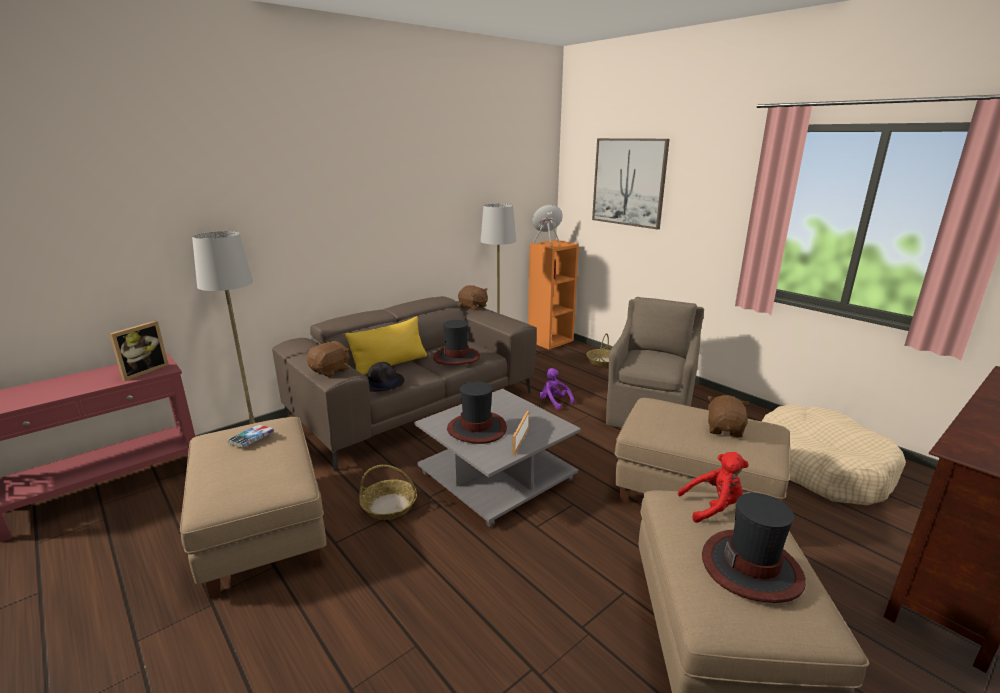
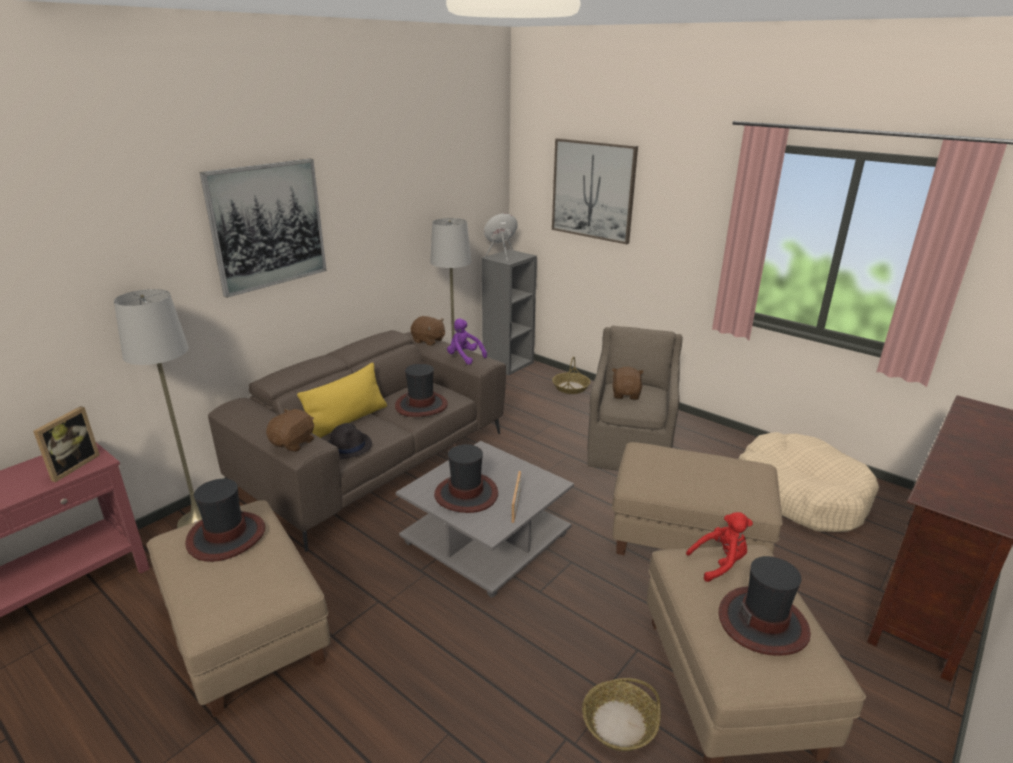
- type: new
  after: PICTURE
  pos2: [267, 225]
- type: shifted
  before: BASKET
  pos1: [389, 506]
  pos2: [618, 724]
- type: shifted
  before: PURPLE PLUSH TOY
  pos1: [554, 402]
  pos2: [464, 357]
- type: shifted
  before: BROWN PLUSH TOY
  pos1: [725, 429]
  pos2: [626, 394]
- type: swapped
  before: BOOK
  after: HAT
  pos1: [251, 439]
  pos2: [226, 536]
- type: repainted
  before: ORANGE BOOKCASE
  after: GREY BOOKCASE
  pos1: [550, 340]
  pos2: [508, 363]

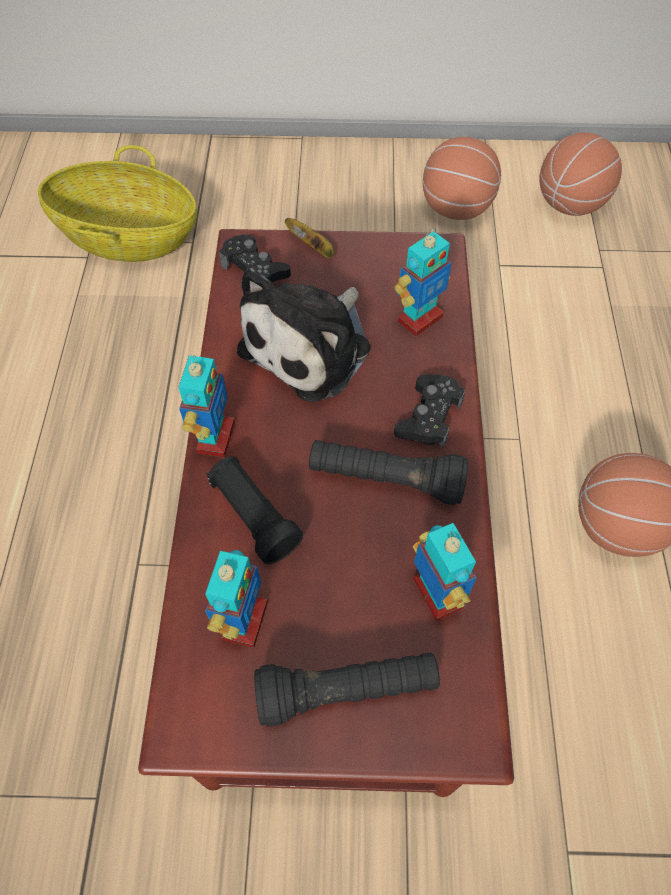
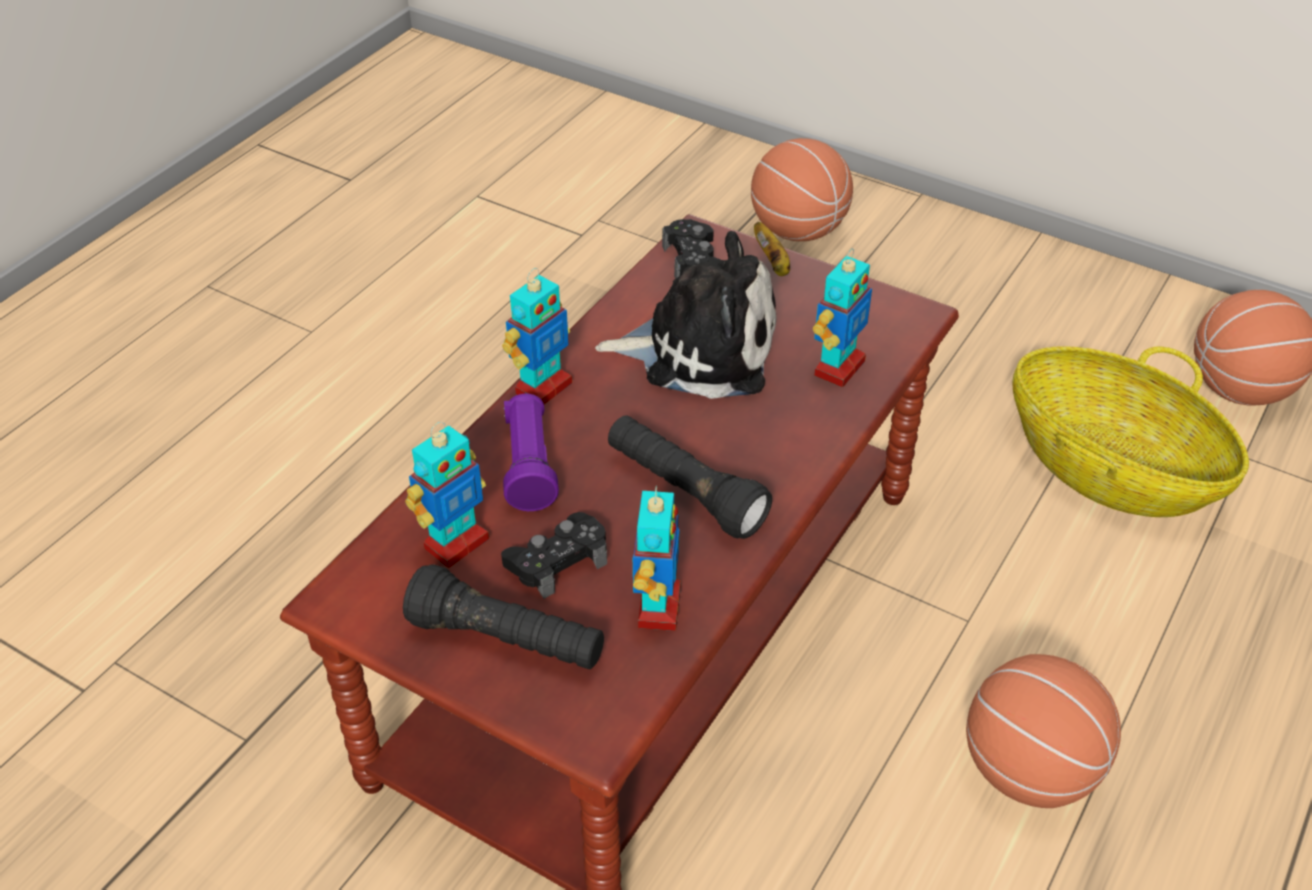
- type: shifted
  before: BASKET
  pos1: [128, 237]
  pos2: [1110, 469]
- type: shifted
  before: BLACK GAME CONTROLLER
  pos1: [429, 416]
  pos2: [557, 561]
- type: shifted
  before: BASKETBALL
  pos1: [455, 208]
  pos2: [797, 230]
- type: repainted
  before: BLACK FLASHLIGHT
  after: PURPLE FLASHLIGHT
  pos1: [254, 516]
  pos2: [529, 466]
- type: rotated
  before: PLUSH TOY
  pos1: [311, 346]
  pos2: [700, 349]
  turn: -150
- type: rotated
  before: TOY ROBOT
  pos1: [419, 318]
  pos2: [838, 368]
  turn: -45

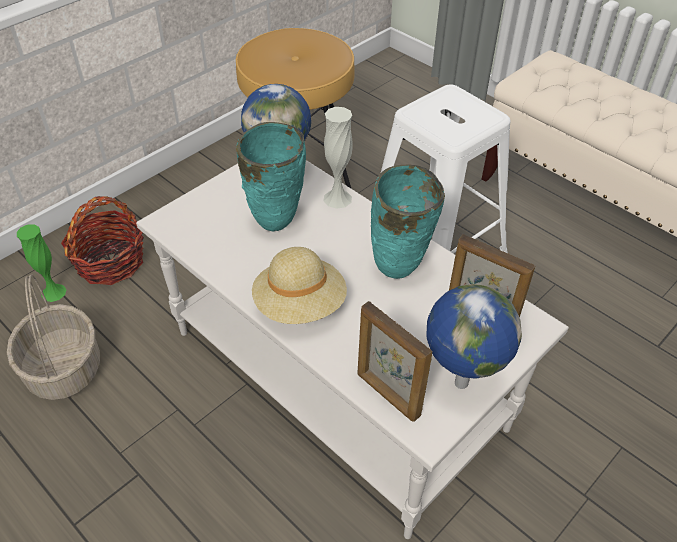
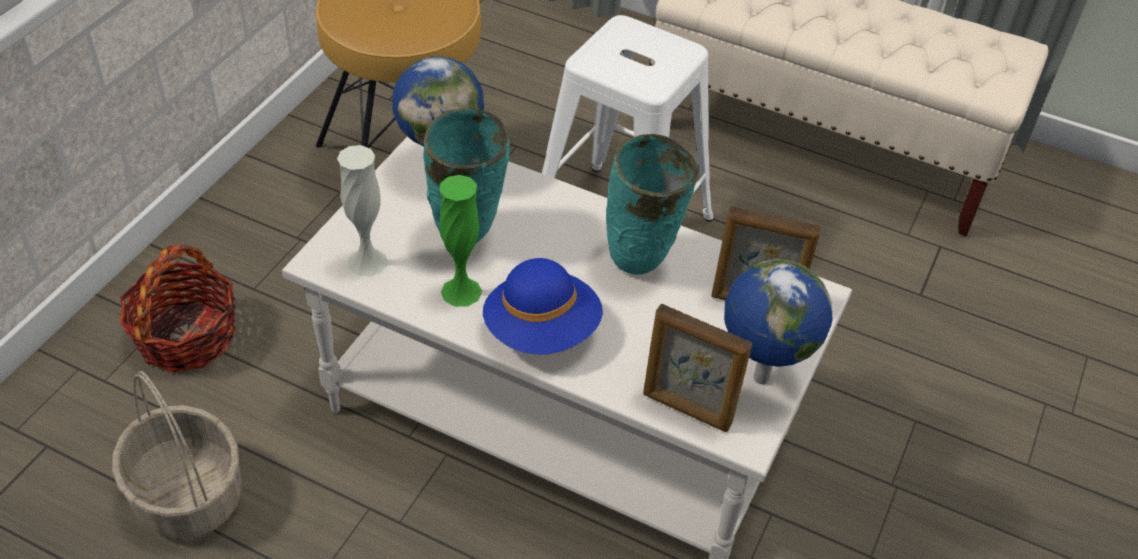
- type: shifted
  before: GREEN VASE
  pos1: [53, 292]
  pos2: [461, 291]
- type: shifted
  before: WHITE VASE
  pos1: [337, 198]
  pos2: [367, 262]
- type: repainted
  before: BEIGE HAT
  after: BLUE HAT
  pos1: [300, 305]
  pos2: [542, 330]

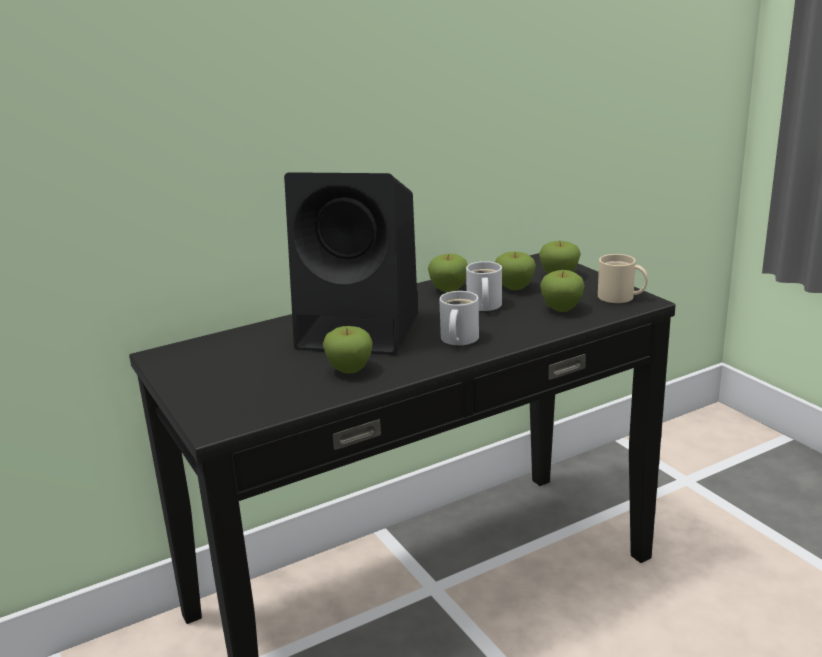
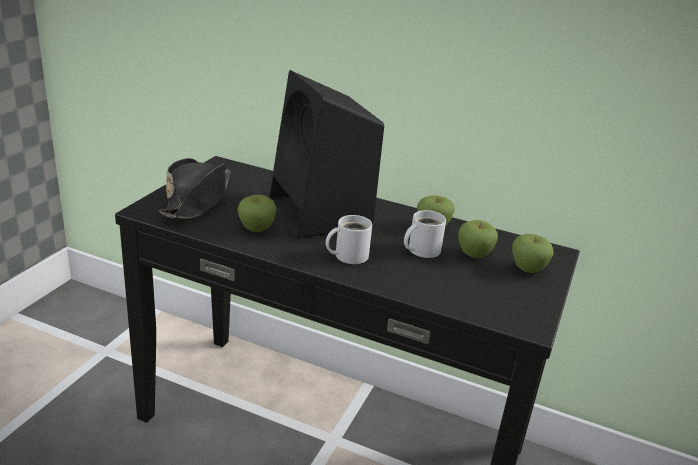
- type: gone
  before: APPLE
  pos1: [561, 309]
- type: gone
  before: BEIGE MUG
  pos1: [619, 297]
- type: new
  after: BLACK HAT
  pos2: [198, 199]

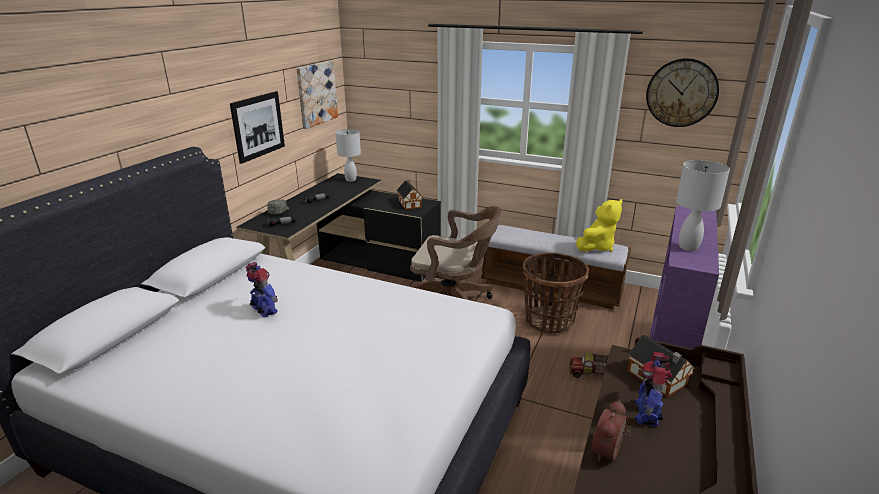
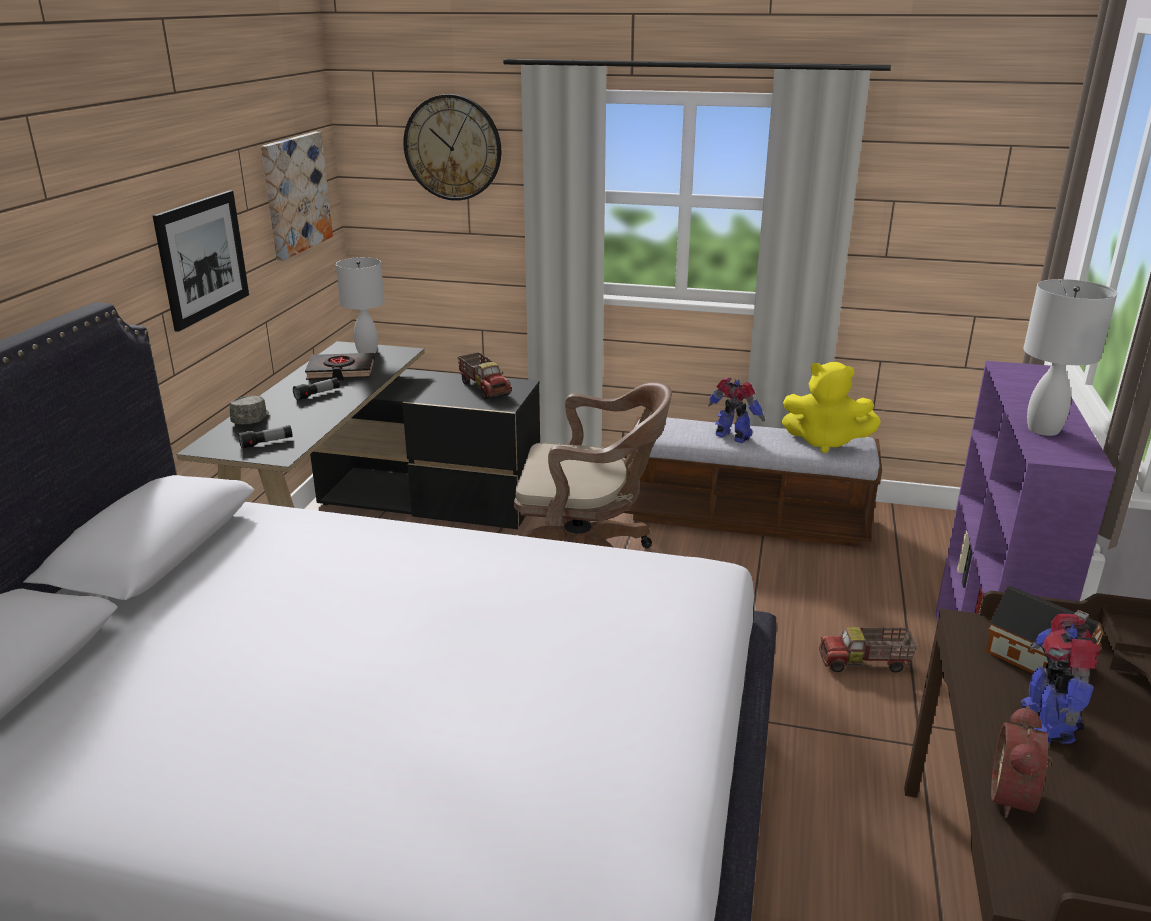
- type: gone
  before: BASKET
  pos1: [549, 321]
- type: new
  after: BLACK BOOK
  pos2: [341, 371]
- type: shifted
  before: TOY ROBOT
  pos1: [264, 311]
  pos2: [732, 437]
- type: shifted
  before: WALL CLOCK
  pos1: [681, 93]
  pos2: [453, 147]
- type: swapped
  before: TOY HOUSE
  after: TOY TRUCK
  pos1: [409, 203]
  pos2: [485, 388]
- type: rotated
  before: YELLOW PLUSH TOY
  pos1: [596, 247]
  pos2: [825, 442]
  turn: 75

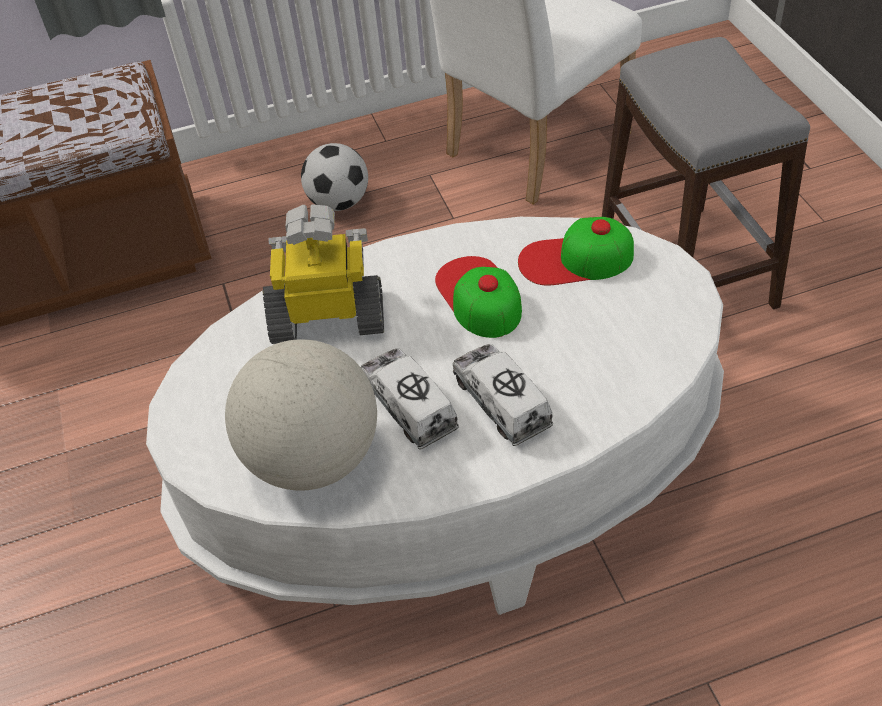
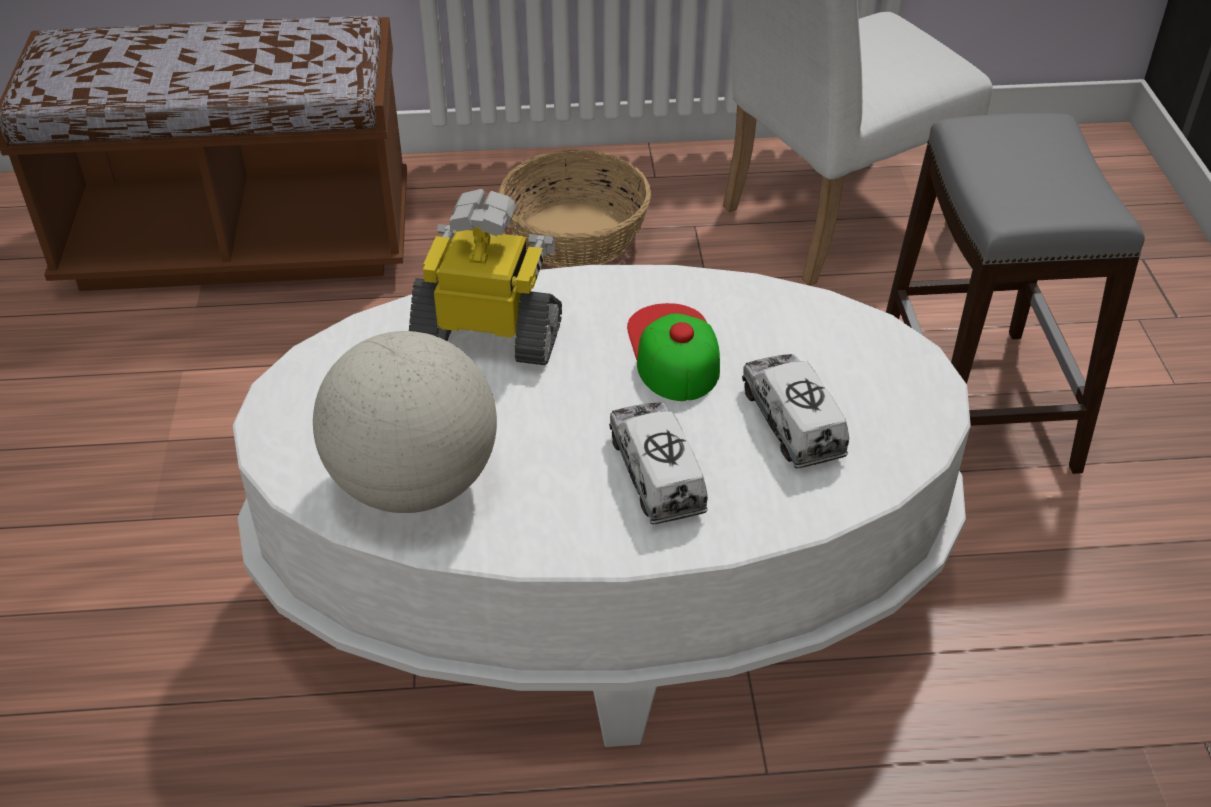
- type: gone
  before: CAP
  pos1: [575, 259]
- type: shifted
  before: TOY TRUCK
  pos1: [409, 407]
  pos2: [792, 422]
- type: swapped
  before: FOOTBALL
  after: BASKET
  pos1: [339, 202]
  pos2: [576, 235]

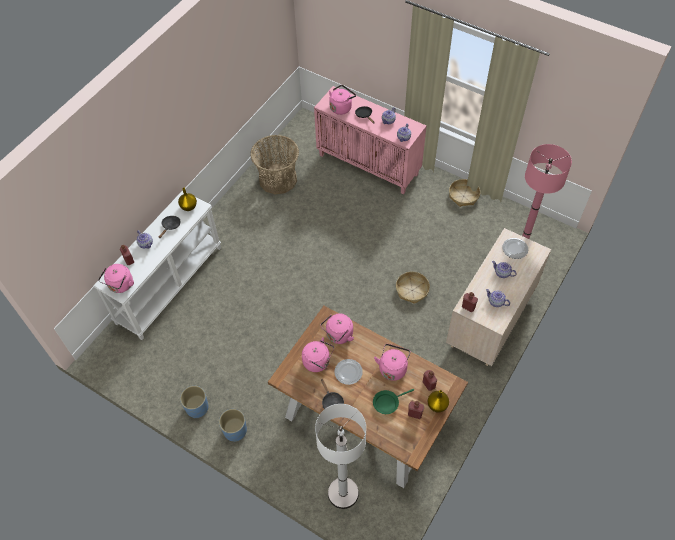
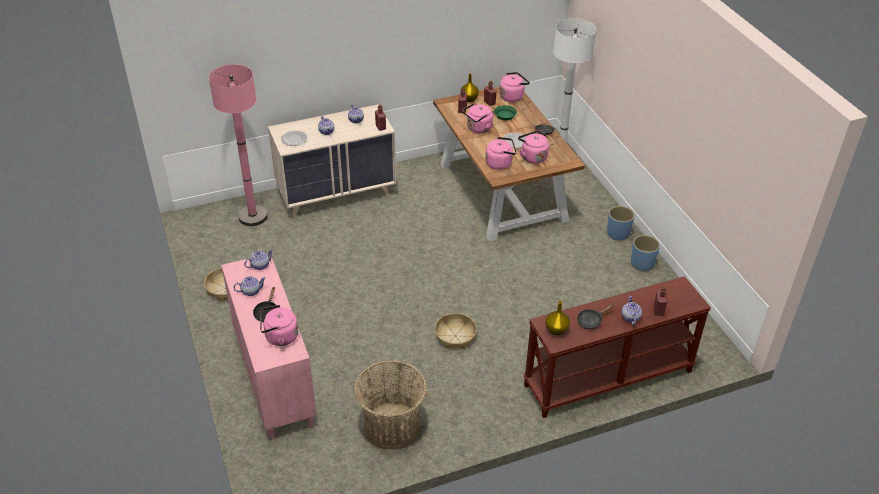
- type: shifted
  before: PINK KETTLE
  pos1: [120, 286]
  pos2: [512, 96]
- type: shifted
  before: BASKET
  pos1: [412, 290]
  pos2: [455, 336]
- type: repainted
  before: WHITE CONSOLE TABLE
  after: BROWN CONSOLE TABLE
  pos1: [169, 284]
  pos2: [608, 379]

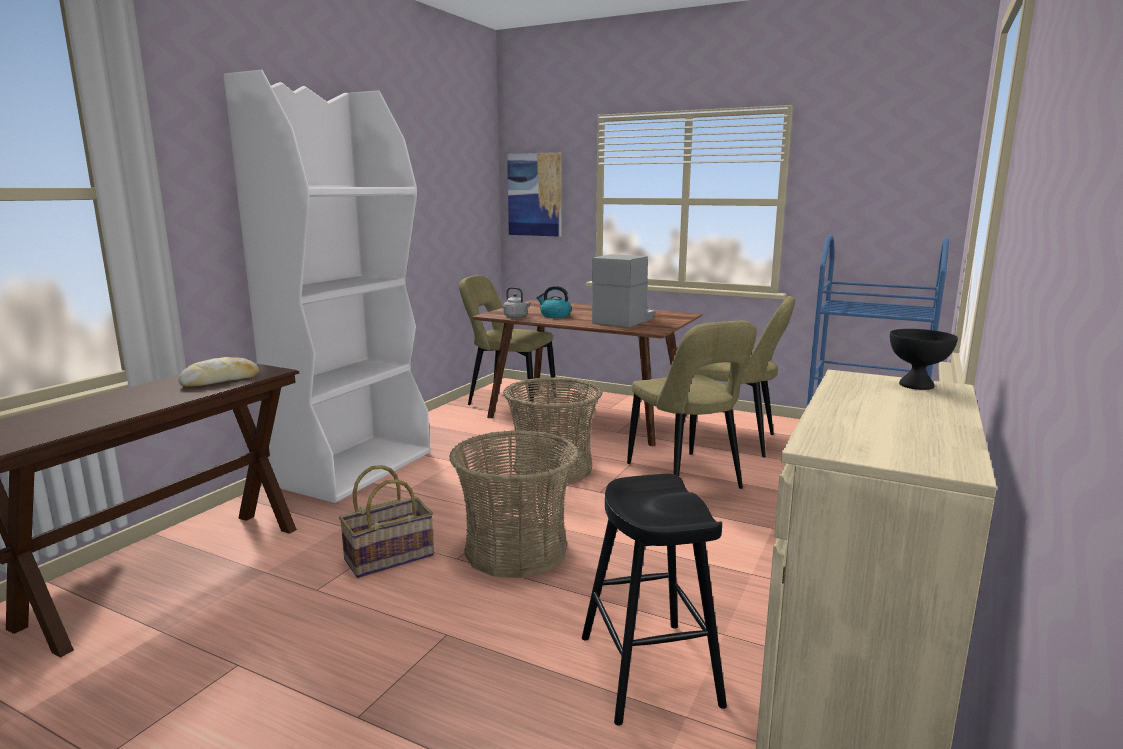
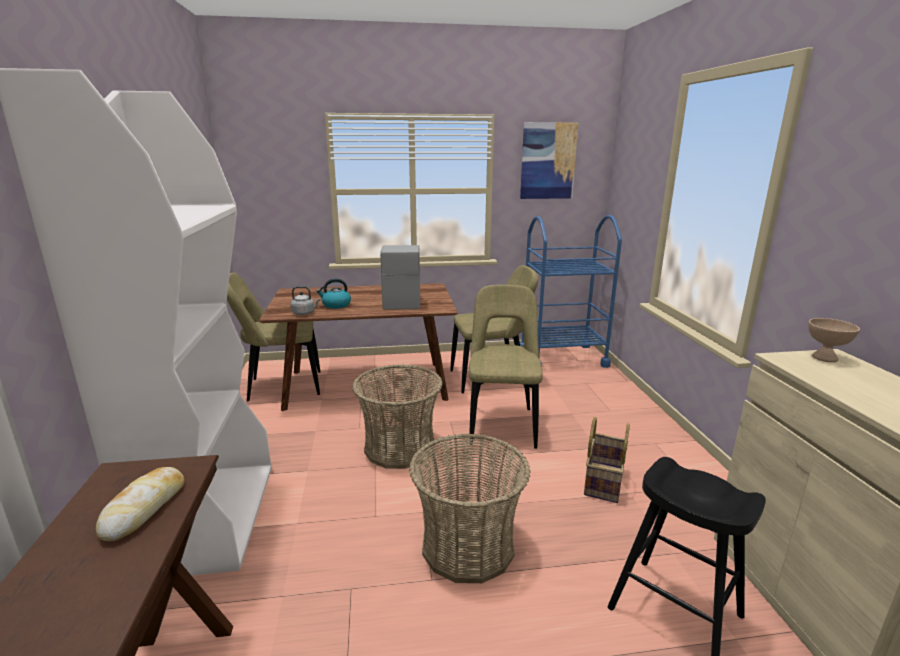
- type: shifted
  before: BASKET
  pos1: [389, 557]
  pos2: [603, 481]
- type: shifted
  before: PICTURE
  pos1: [535, 195]
  pos2: [548, 161]
- type: repainted
  before: BLACK BOWL
  after: BEIGE BOWL
  pos1: [915, 385]
  pos2: [824, 358]
- type: rotated
  before: BEIGE CHAIR
  pos1: [686, 479]
  pos2: [502, 424]
  turn: -120

